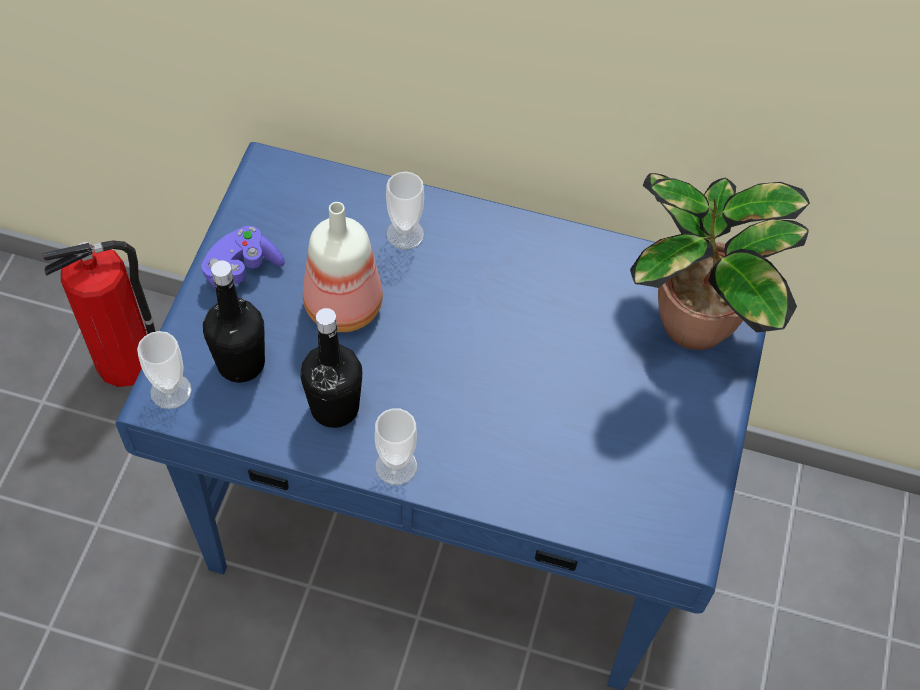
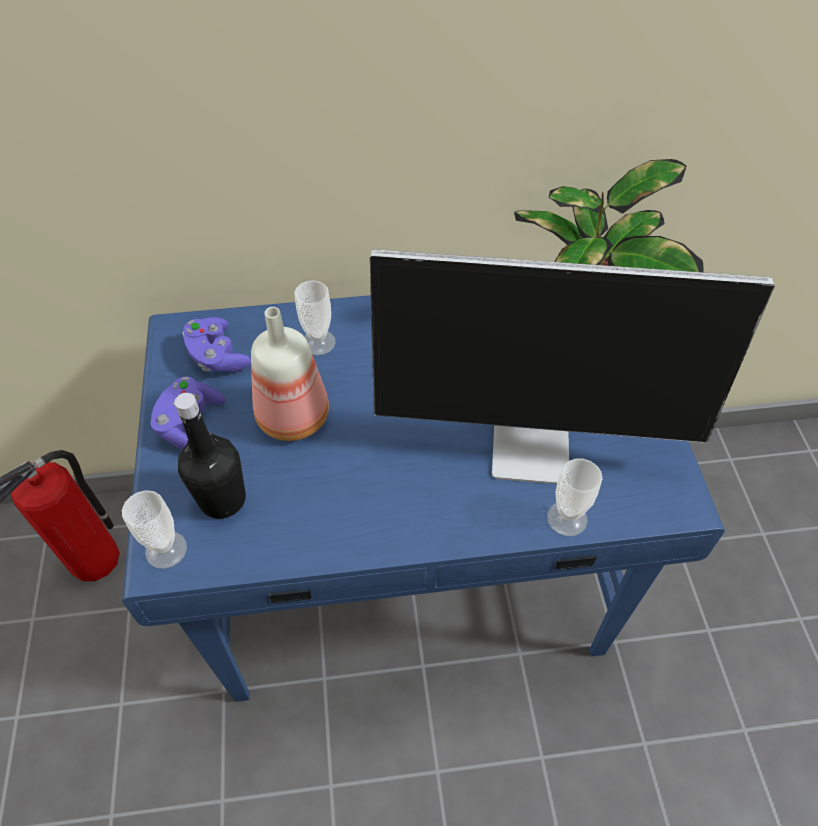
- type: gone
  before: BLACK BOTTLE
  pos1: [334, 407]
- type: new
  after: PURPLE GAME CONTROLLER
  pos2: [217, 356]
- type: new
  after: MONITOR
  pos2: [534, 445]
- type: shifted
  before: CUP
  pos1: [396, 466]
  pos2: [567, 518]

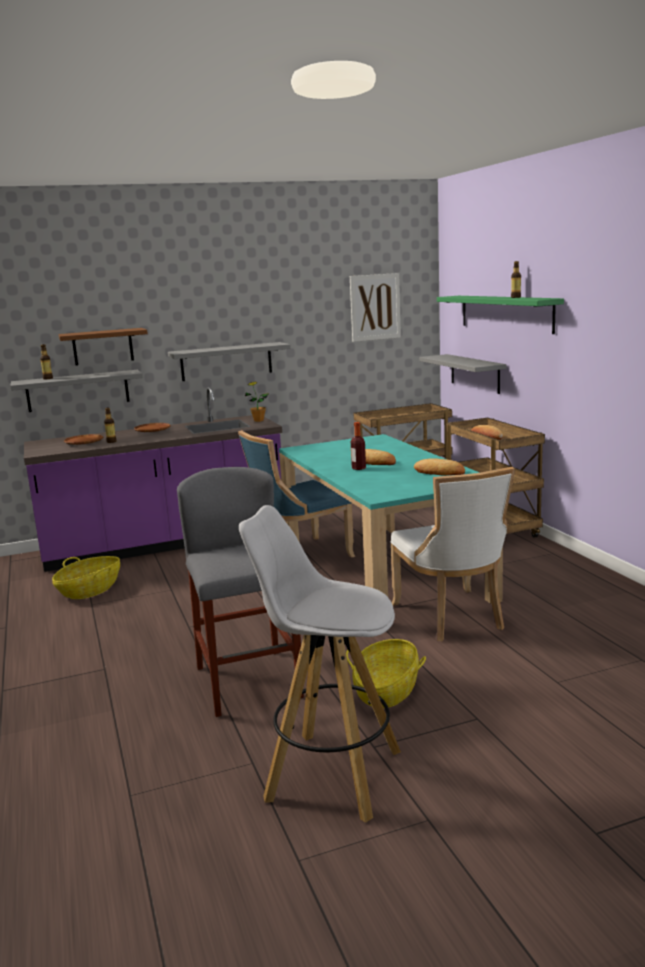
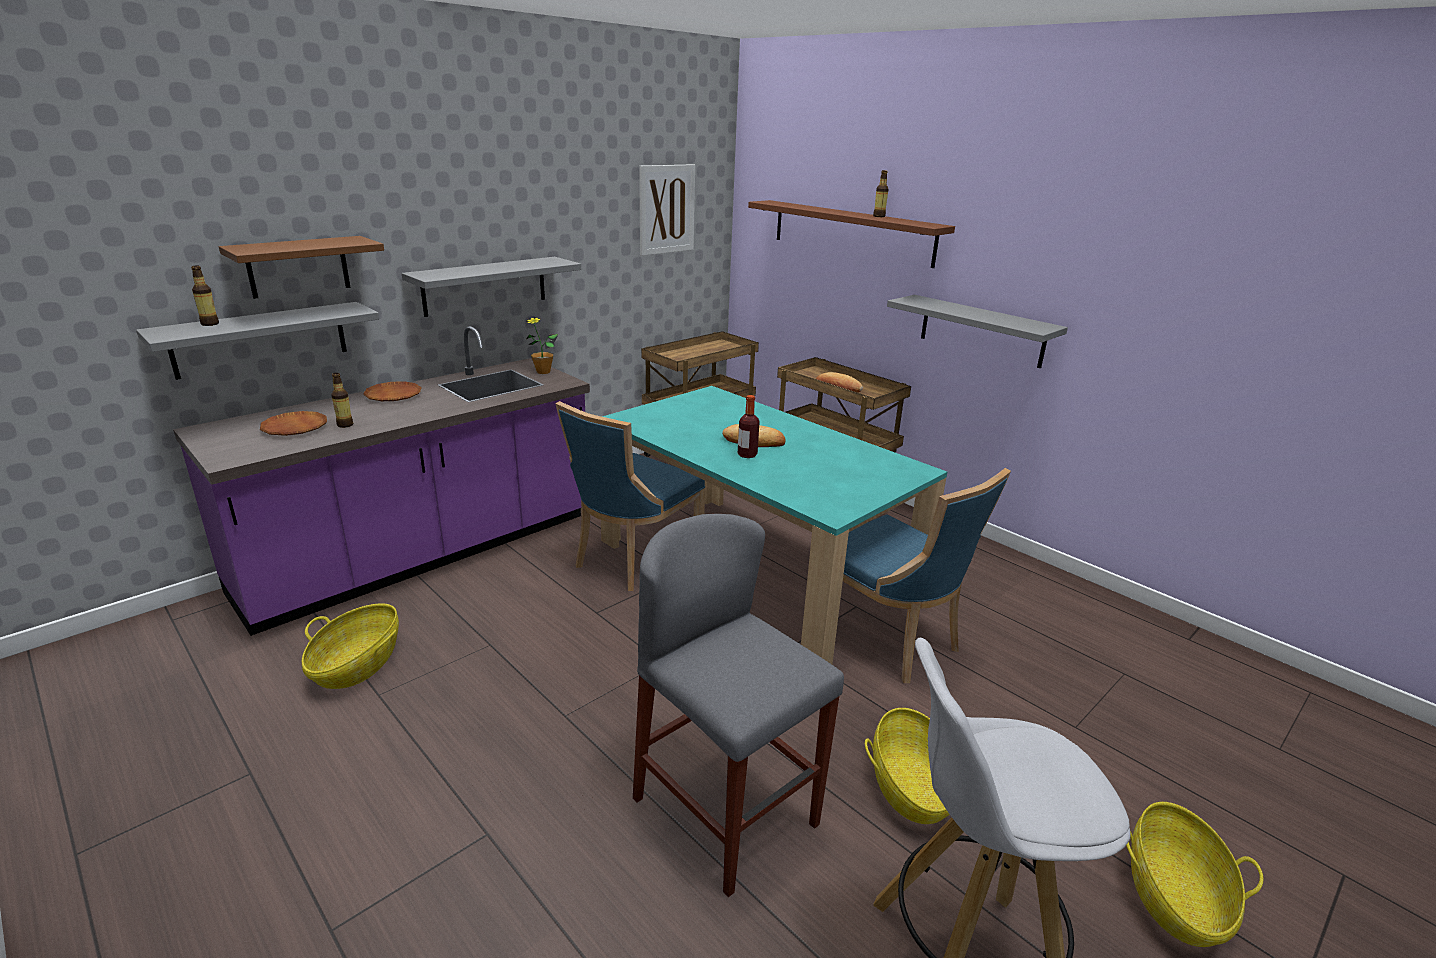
- type: gone
  before: BREAD
  pos1: [439, 472]
- type: new
  after: BASKET
  pos2: [1174, 896]
- type: shifted
  before: GREY SHELF
  pos1: [475, 373]
  pos2: [982, 331]
- type: repainted
  before: WHITE CHAIR
  after: BLUE CHAIR
  pos1: [452, 617]
  pos2: [890, 639]
- type: repainted
  before: GREEN SHELF
  after: BROWN SHELF
  pos1: [505, 313]
  pos2: [851, 232]

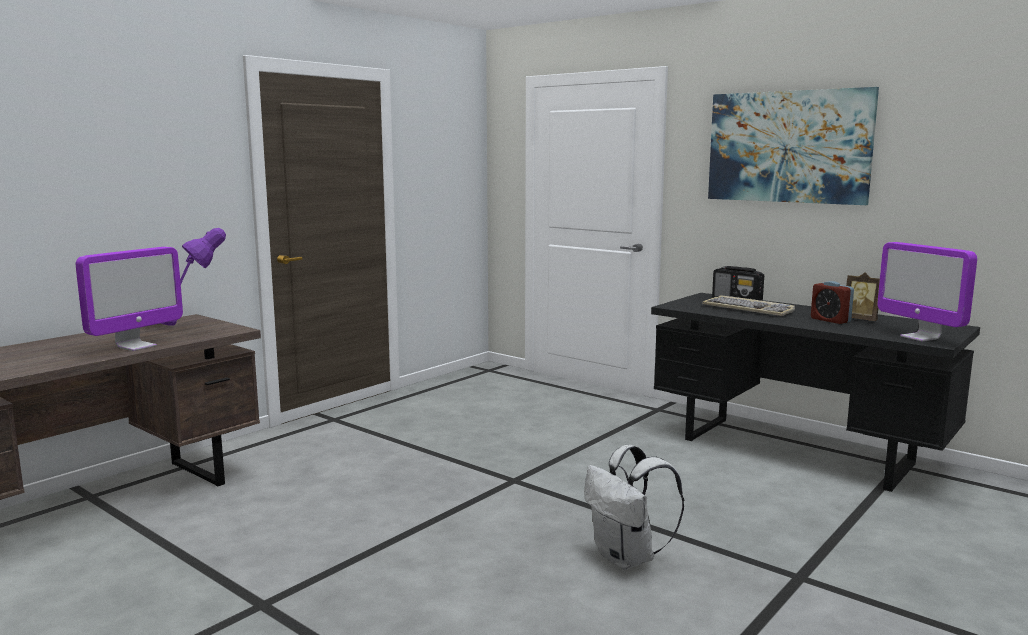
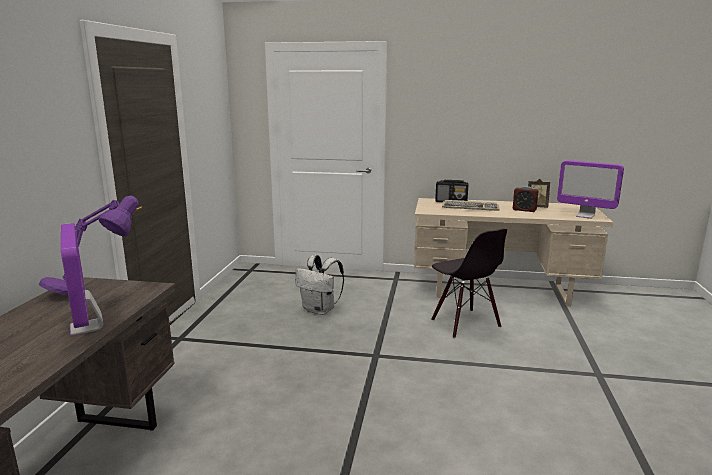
- type: gone
  before: PICTURE
  pos1: [788, 147]
- type: new
  after: BLACK CHAIR
  pos2: [464, 323]
- type: shifted
  before: WHITE BACKPACK
  pos1: [627, 558]
  pos2: [320, 310]
- type: repainted
  before: BLACK DESK
  after: BEIGE DESK
  pos1: [797, 451]
  pos2: [500, 291]
- type: rotated
  before: MONITOR
  pos1: [136, 346]
  pos2: [86, 327]
  turn: 150

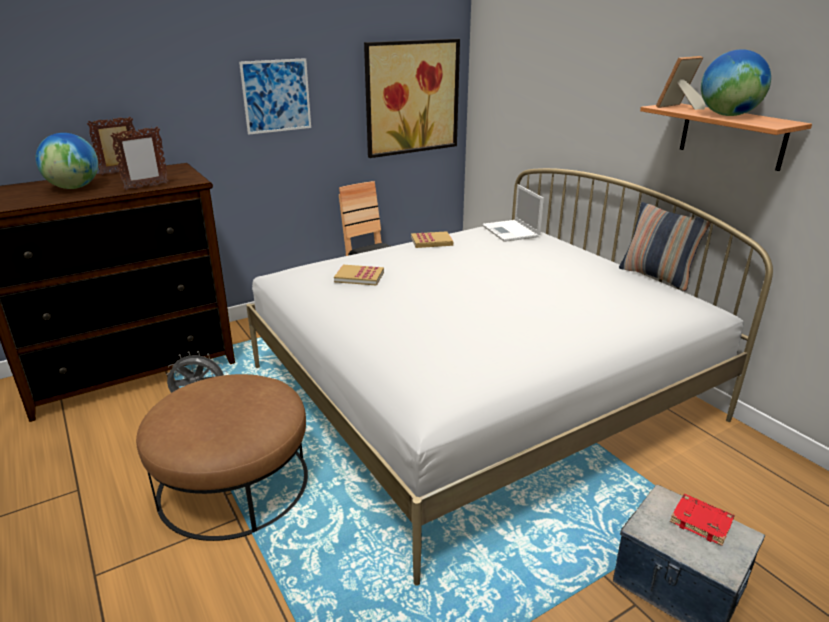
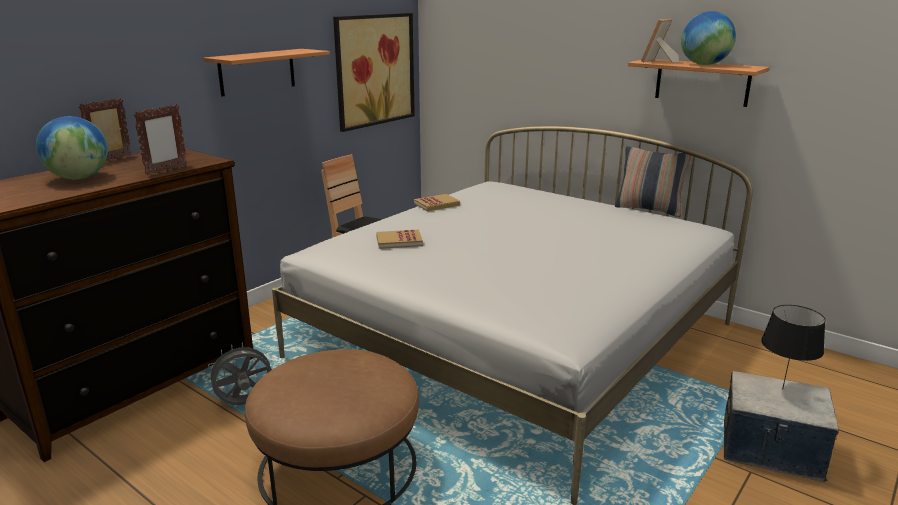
- type: gone
  before: LAPTOP
  pos1: [511, 231]
- type: swapped
  before: PICTURE
  after: SHELF
  pos1: [276, 96]
  pos2: [257, 72]
- type: swapped
  before: RED BOOK
  after: BLACK TABLE LAMP
  pos1: [702, 522]
  pos2: [783, 389]

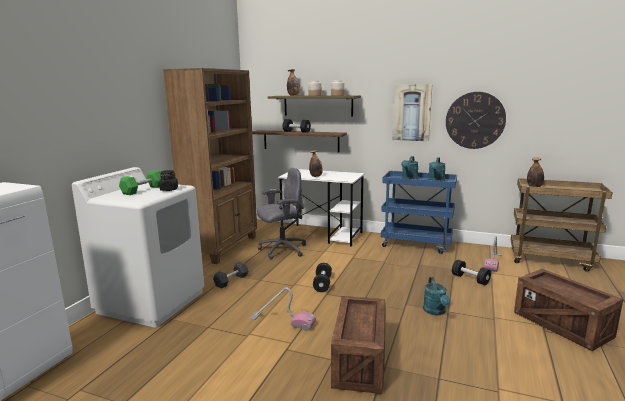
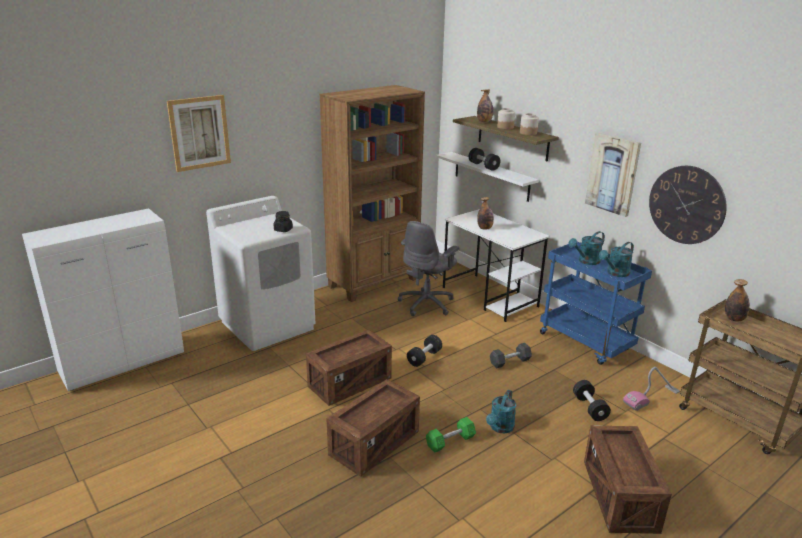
- type: new
  after: PICTURE
  pos2: [199, 133]
- type: shifted
  before: GREEN DUMBBELL
  pos1: [143, 190]
  pos2: [450, 441]
- type: shifted
  before: GREY DUMBBELL
  pos1: [231, 281]
  pos2: [510, 362]
- type: swapped
  before: VACUUM CLEANER
  after: CRATE
  pos1: [282, 321]
  pos2: [350, 382]
- type: repainted
  before: BROWN SHELF
  after: WHITE SHELF
  pos1: [300, 141]
  pos2: [491, 176]
- type: rotated
  before: GREY OFFICE CHAIR
  pos1: [282, 250]
  pos2: [427, 304]
  turn: 120

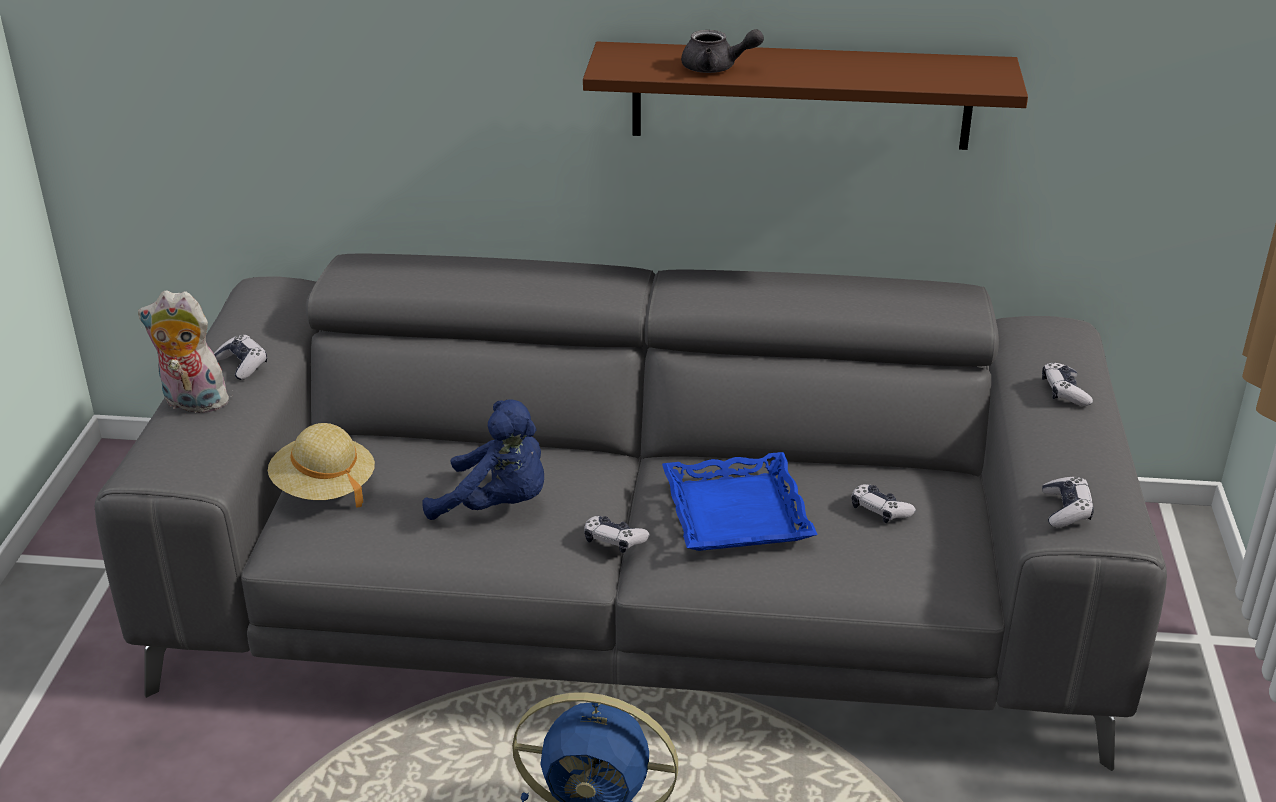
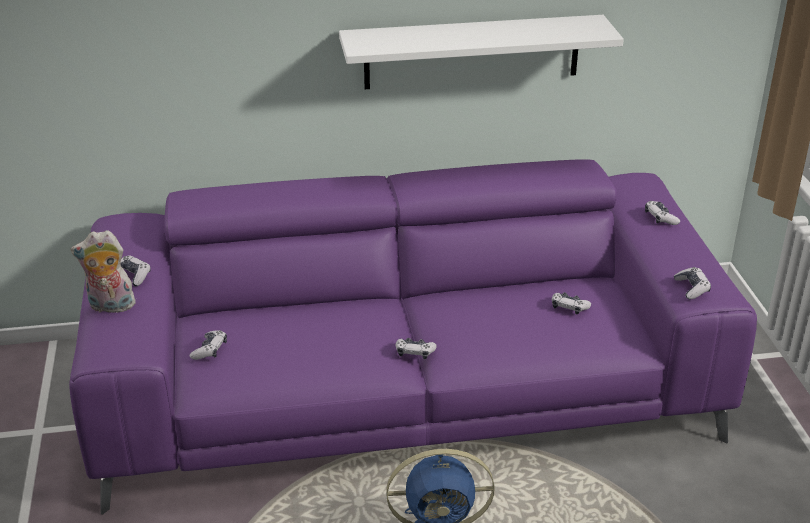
- type: gone
  before: BLUE PLUSH TOY
  pos1: [497, 505]
- type: gone
  before: BLUE TRAY
  pos1: [735, 512]
- type: gone
  before: GREY TEAPOT
  pos1: [716, 68]
- type: swapped
  before: BEIGE HAT
  after: GAME CONTROLLER
  pos1: [324, 488]
  pos2: [210, 350]
- type: repainted
  before: GREY SOFA
  after: PURPLE SOFA
  pos1: [637, 594]
  pos2: [404, 389]
- type: repainted
  before: BROWN SHELF
  after: WHITE SHELF
  pos1: [801, 95]
  pos2: [472, 52]

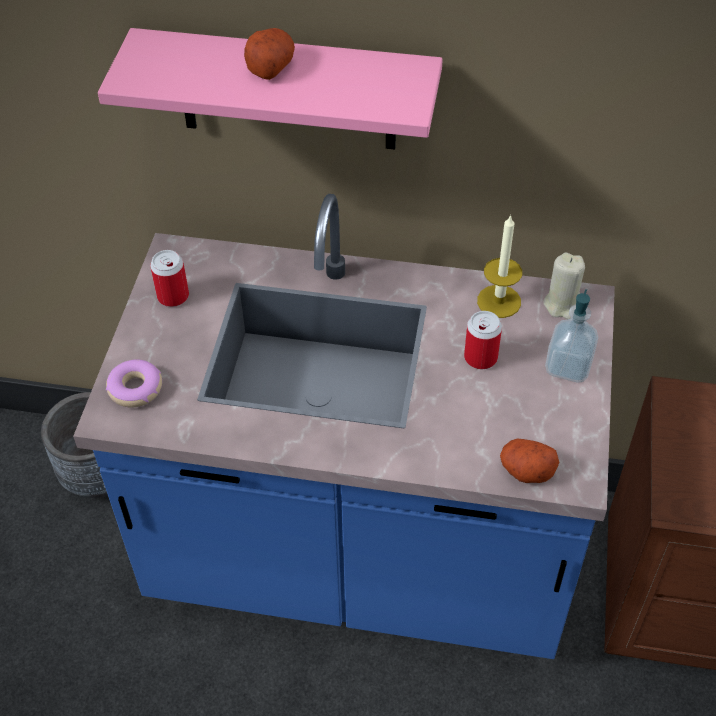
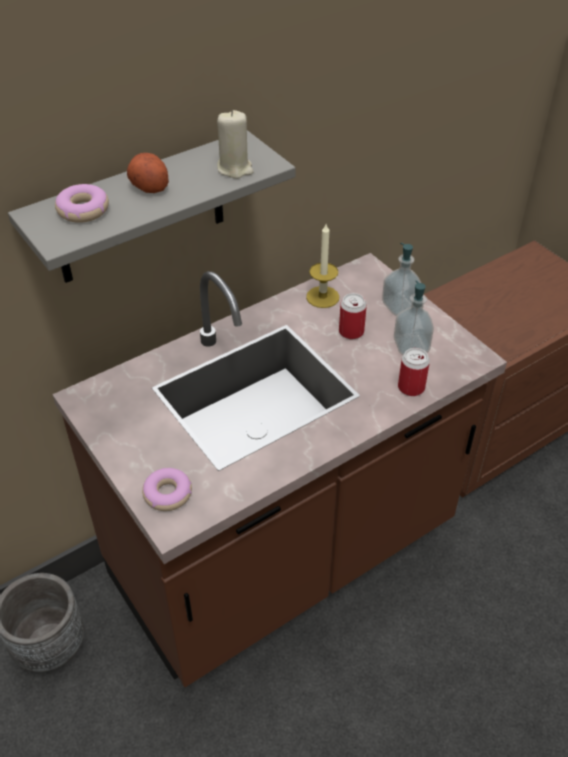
- type: gone
  before: POTATO
  pos1: [526, 470]
- type: new
  after: DONUT
  pos2: [83, 210]
- type: new
  after: SOAP DISPENSER
  pos2: [411, 346]
- type: shifted
  before: CAN
  pos1: [173, 296]
  pos2: [411, 387]
- type: shifted
  before: BEIGE CANDLE
  pos1: [562, 304]
  pos2: [235, 169]
- type: repainted
  before: BLUE COUNTER
  after: BROWN COUNTER
  pos1: [360, 559]
  pos2: [284, 556]
- type: repainted
  before: PINK SHELF
  after: GREY SHELF
  pos1: [287, 90]
  pos2: [140, 210]

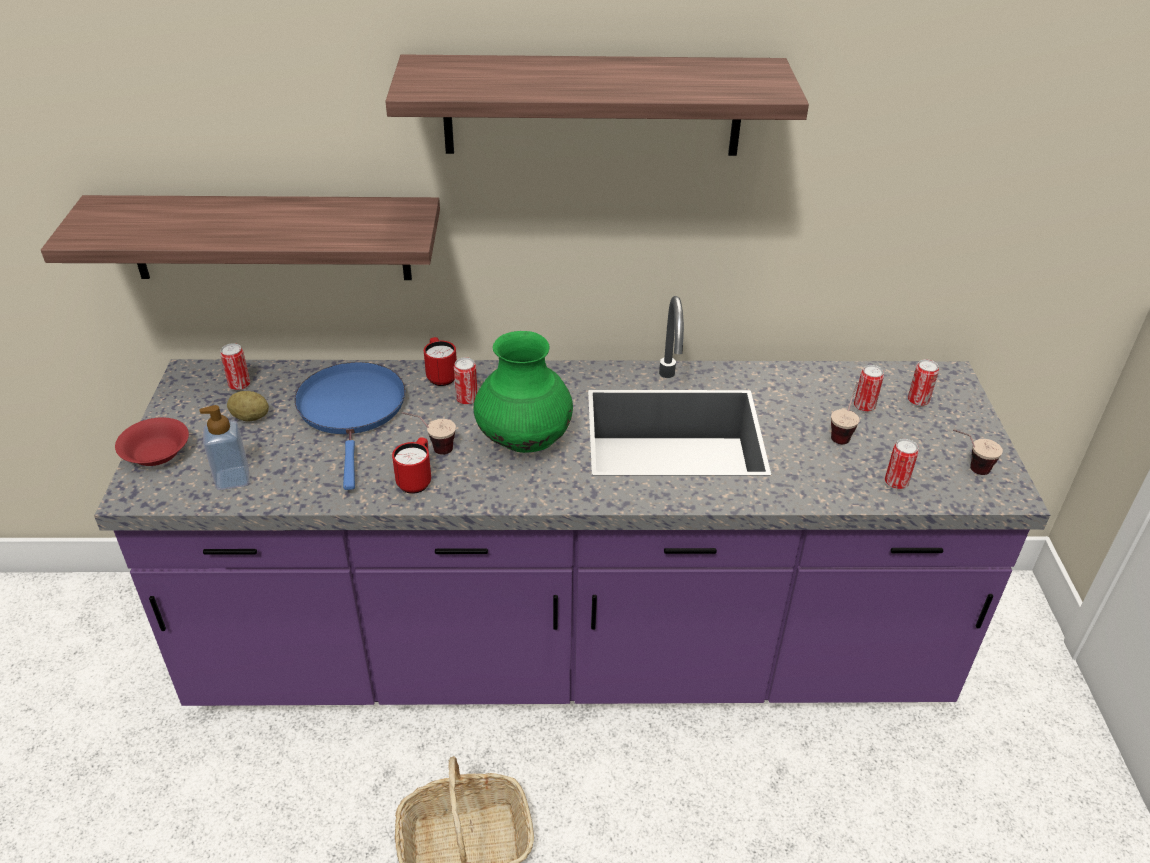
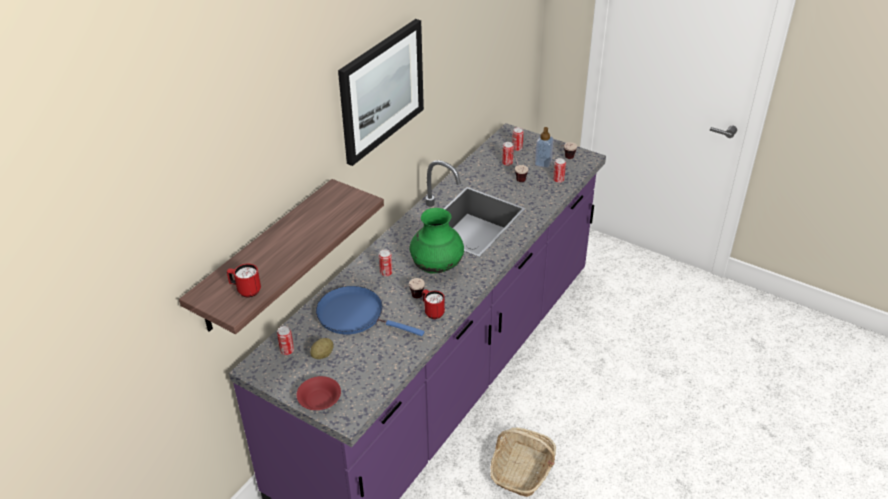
- type: shifted
  before: SOAP DISPENSER
  pos1: [233, 478]
  pos2: [543, 163]
- type: shifted
  before: RED MUG
  pos1: [440, 376]
  pos2: [245, 291]
- type: swapped
  before: SHELF
  after: PICTURE
  pos1: [592, 106]
  pos2: [381, 90]

